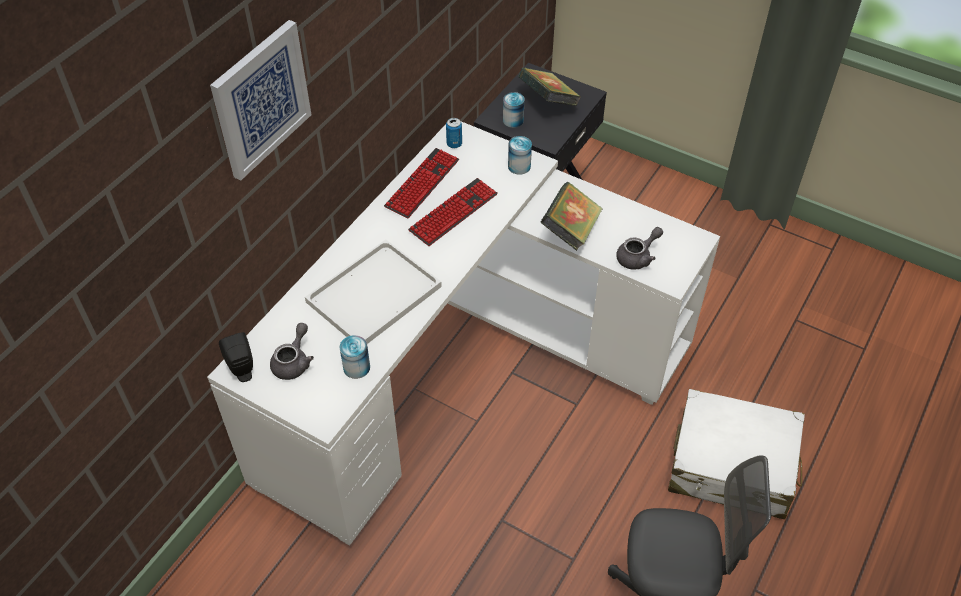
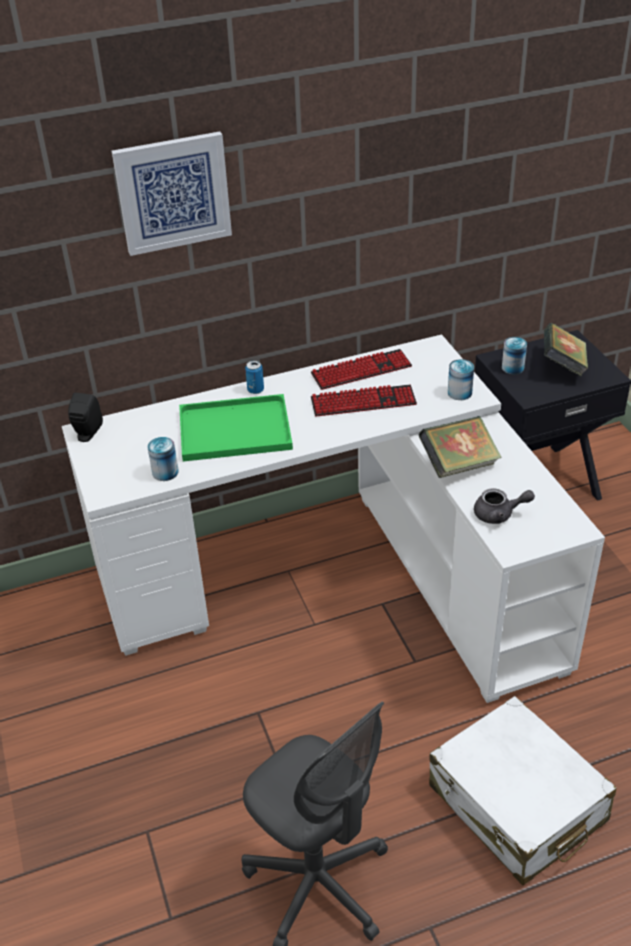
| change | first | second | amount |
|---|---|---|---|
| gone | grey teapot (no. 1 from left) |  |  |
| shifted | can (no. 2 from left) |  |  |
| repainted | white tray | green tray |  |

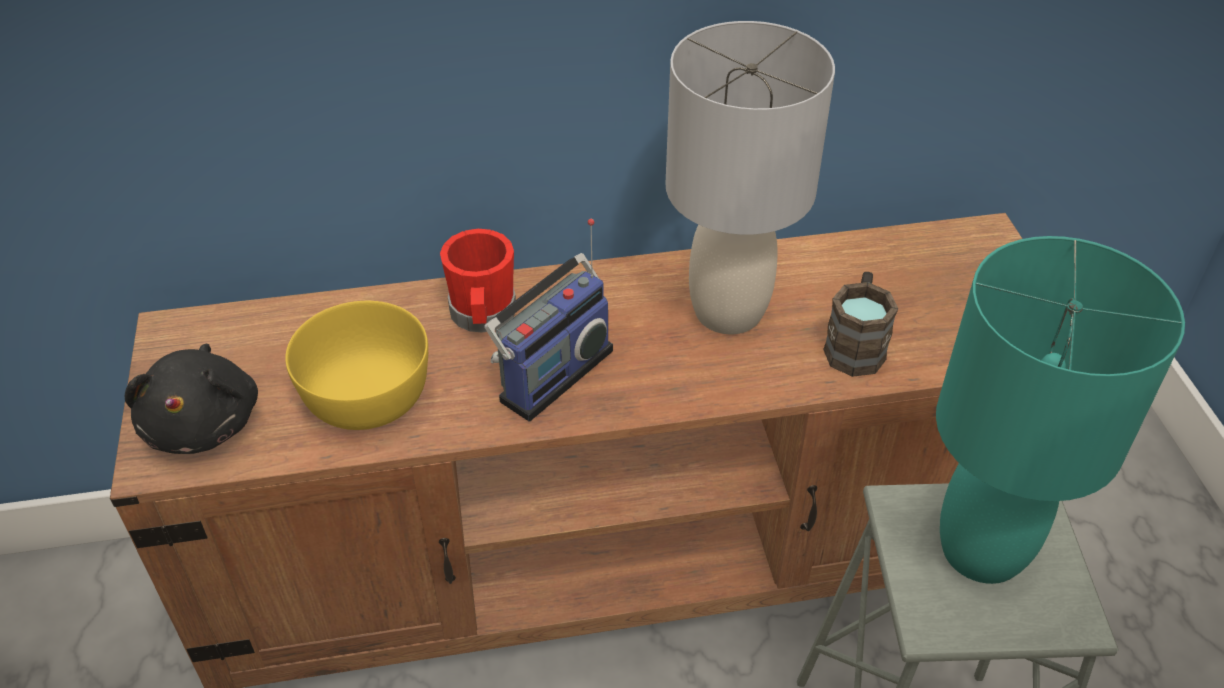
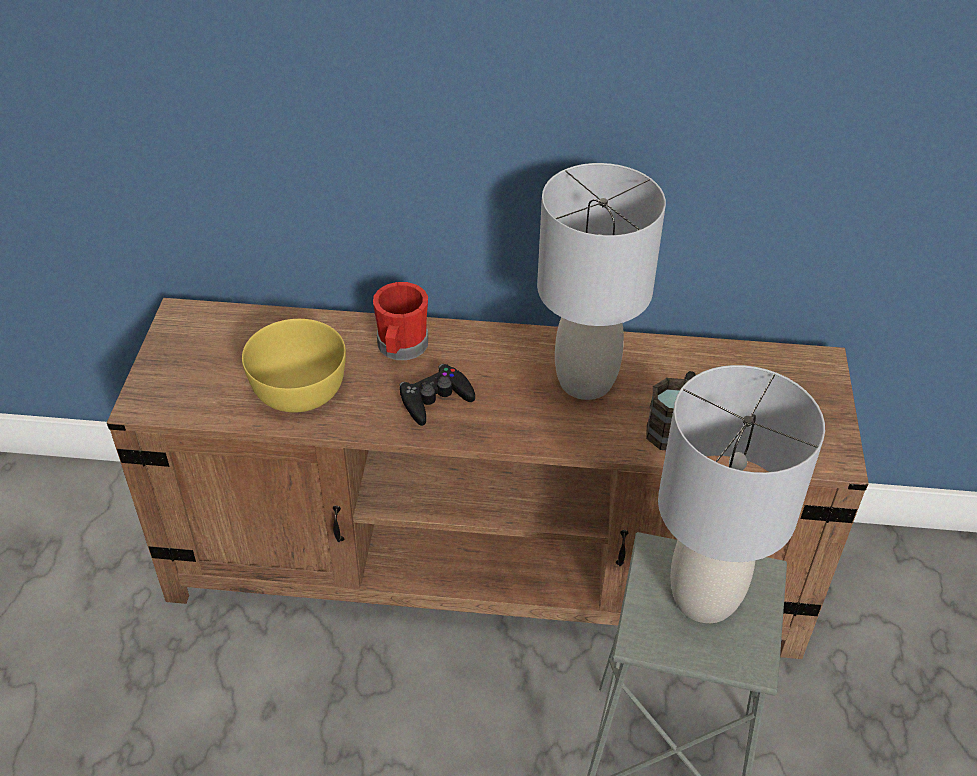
| change | first | second | amount |
|---|---|---|---|
| gone | black plush toy |  |  |
| swapped | radio | black game controller |  |
| repainted | turquoise table lamp | grey table lamp (no. 2 from left) |  |

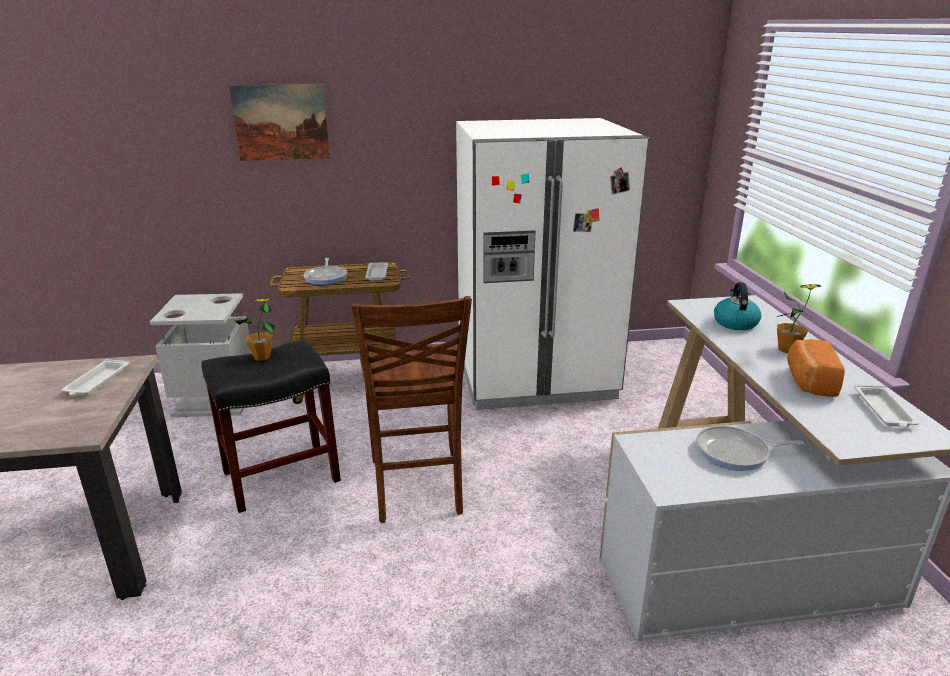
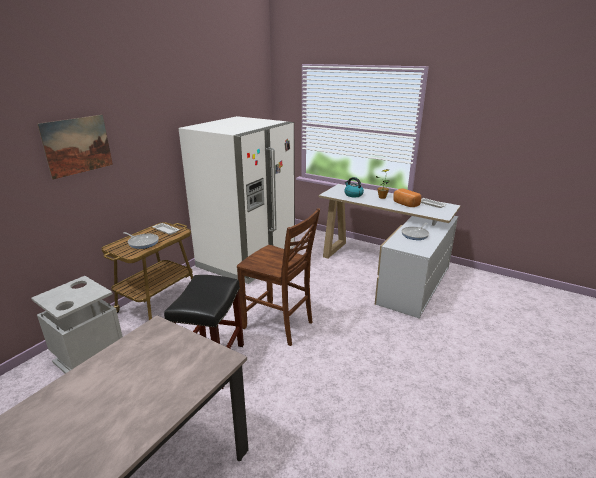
| change | first | second | amount |
|---|---|---|---|
| gone | white tray (no. 1 from left) |  |  |
| gone | potted plant (no. 1 from left) |  |  |

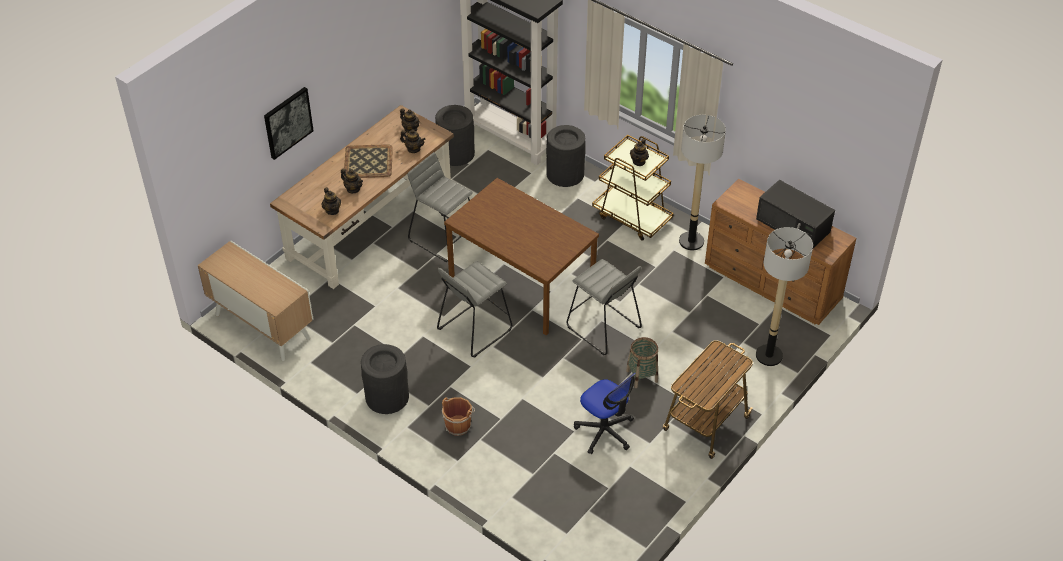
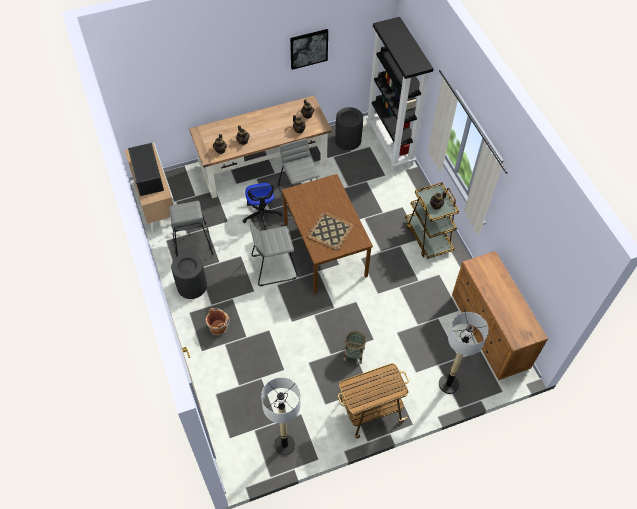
| change | first | second | amount |
|---|---|---|---|
| gone | black trash can (no. 3 from left) |  |  |
| shifted | picture |  |  |
| shifted | tray |  |  |
| shifted | grey stool (no. 3 from left in the first image) | grey stool (no. 1 from left) |  |
| shifted | office chair |  |  |
| shifted | floor lamp (no. 1 from left) |  |  |
| shifted | black microwave |  |  |

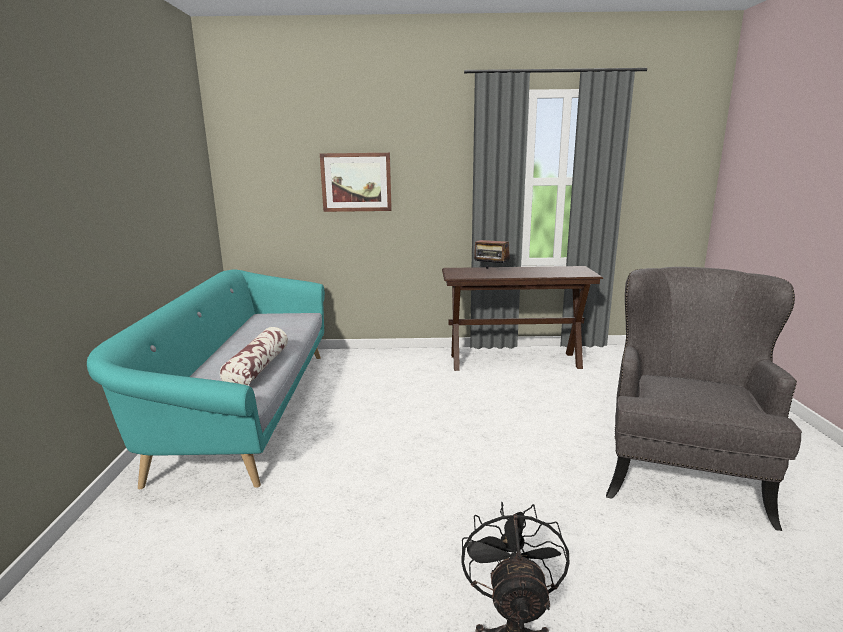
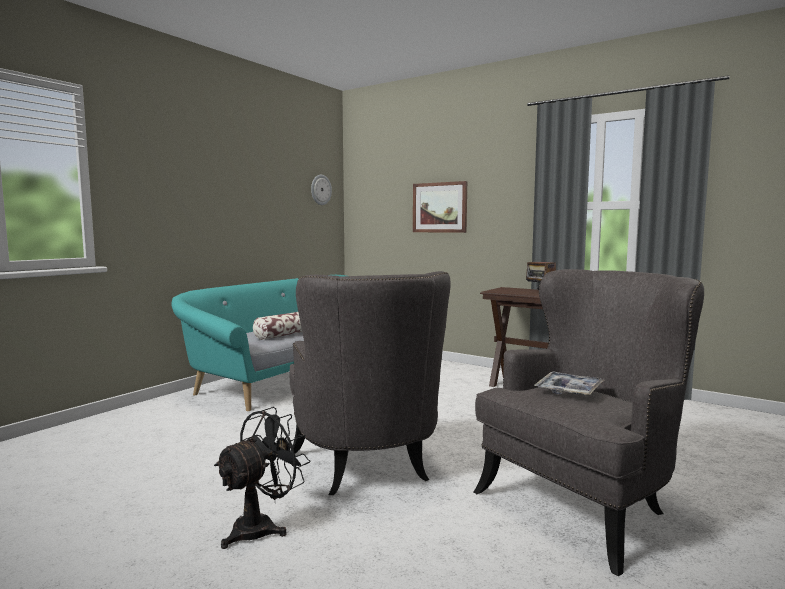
| change | first | second | amount |
|---|---|---|---|
| new |  | grey armchair (no. 1 from left) |  |
| new |  | wall clock |  |
| new |  | tray |  |

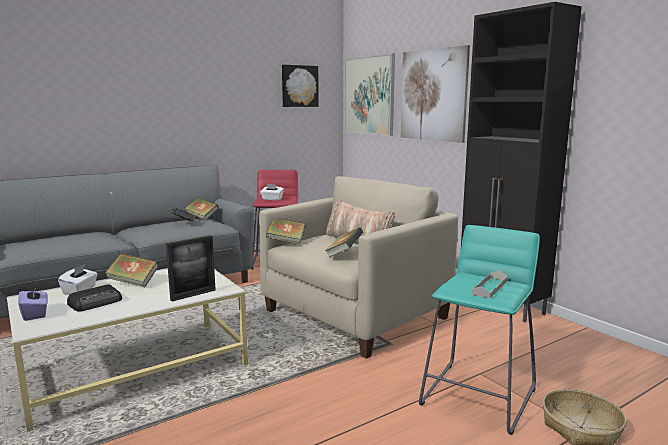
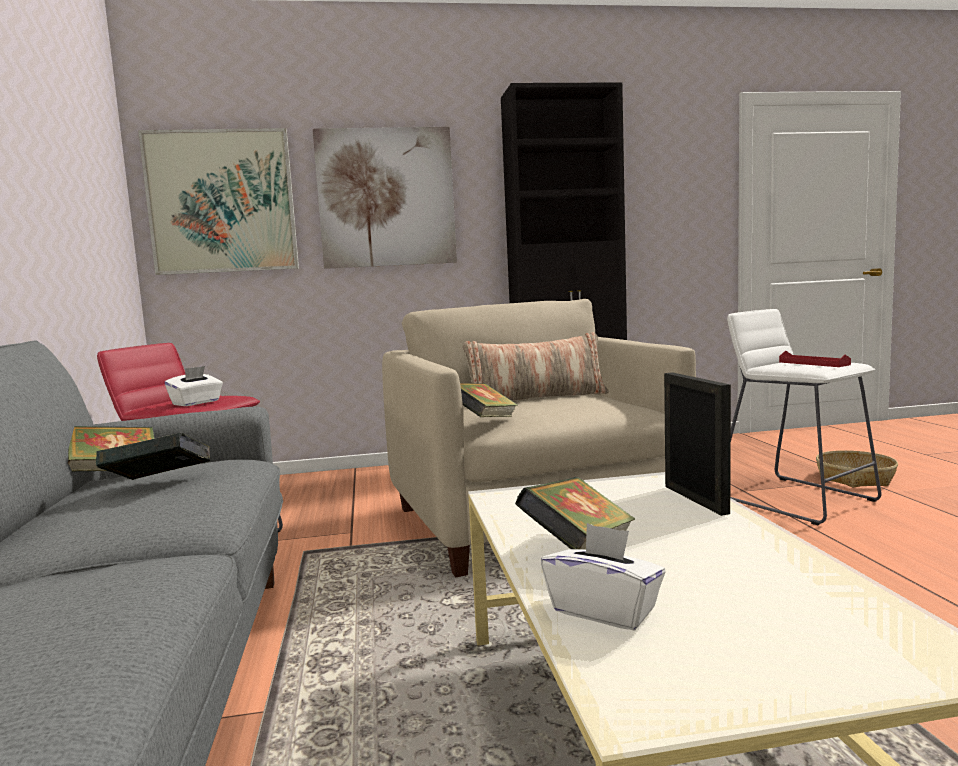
| change | first | second | amount |
|---|---|---|---|
| gone | purple tissue box |  |  |
| gone | radio |  |  |
| gone | picture (no. 1 from left) |  |  |
| gone | book (no. 5 from left) |  |  |
| repainted | turquoise stool | white stool |  |
| repainted | grey tray | red tray |  |

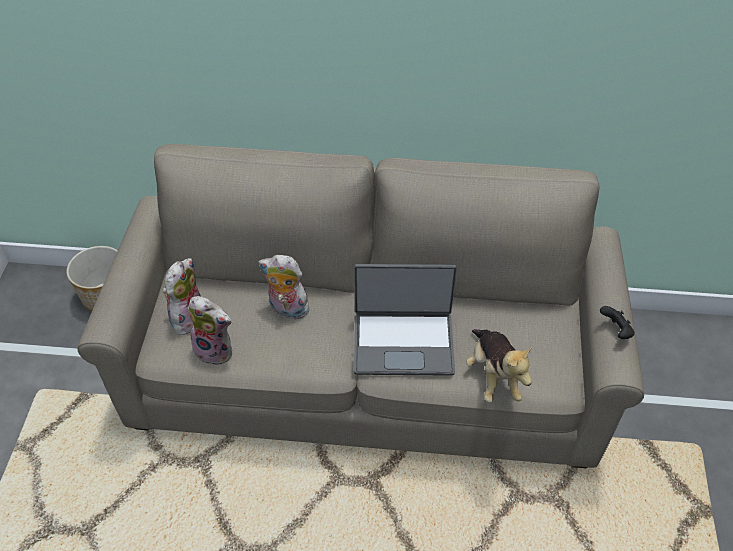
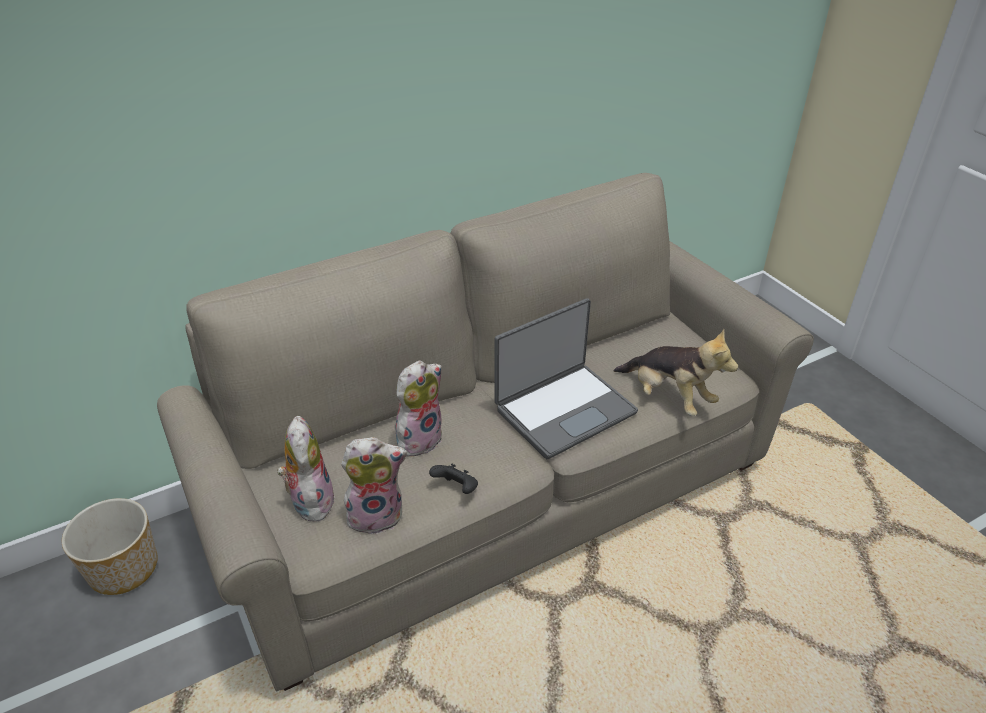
| change | first | second | amount |
|---|---|---|---|
| shifted | black game controller |  |  |
| rotated | plush toy (no. 3 from left) |  | 150 degrees clockwise |

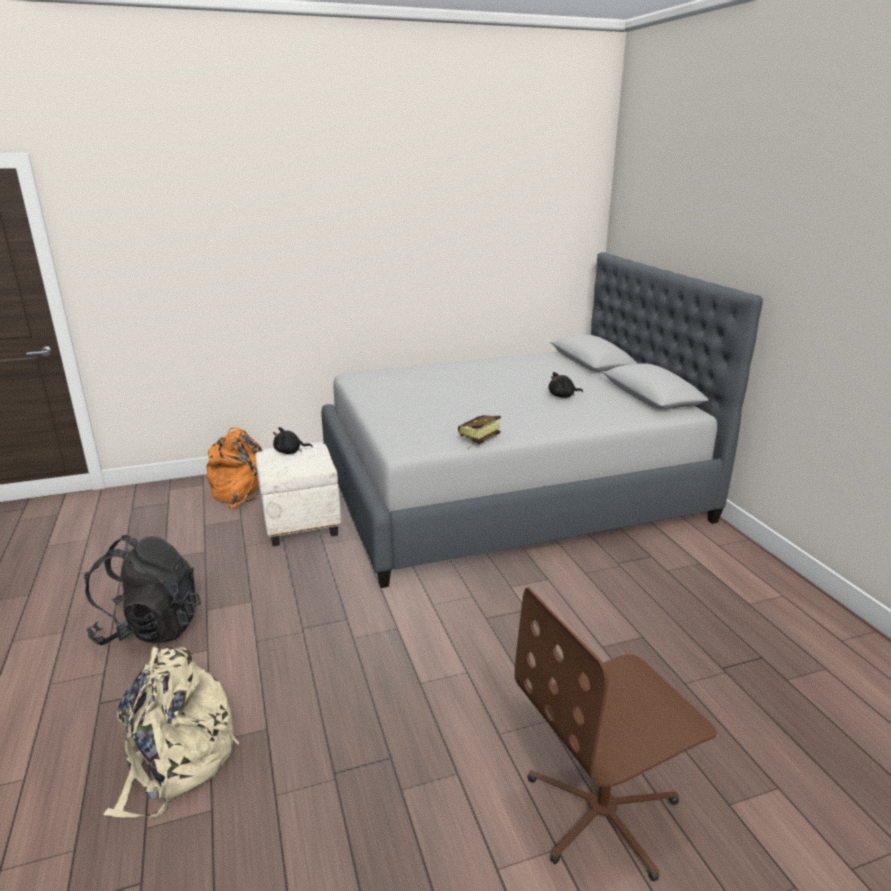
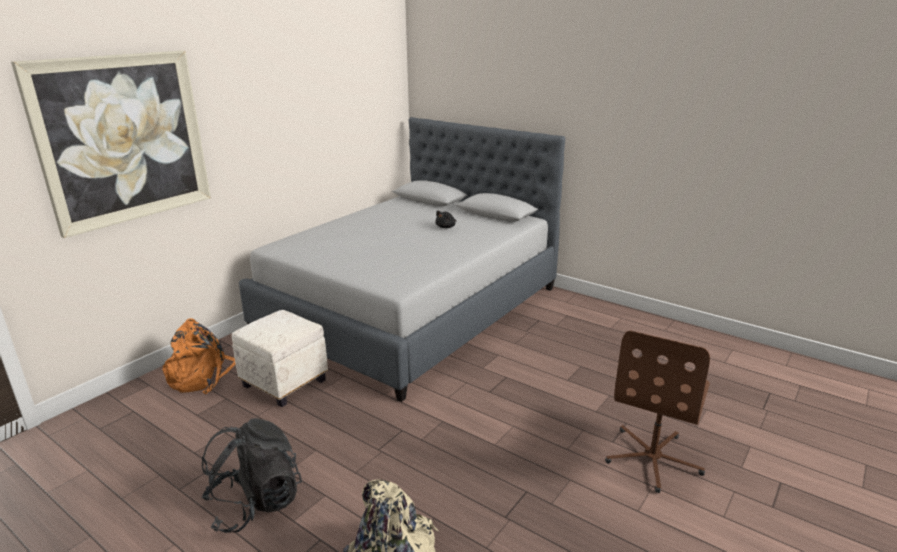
| change | first | second | amount |
|---|---|---|---|
| gone | black plush toy (no. 1 from left) |  |  |
| gone | book |  |  |
| new |  | picture |  |

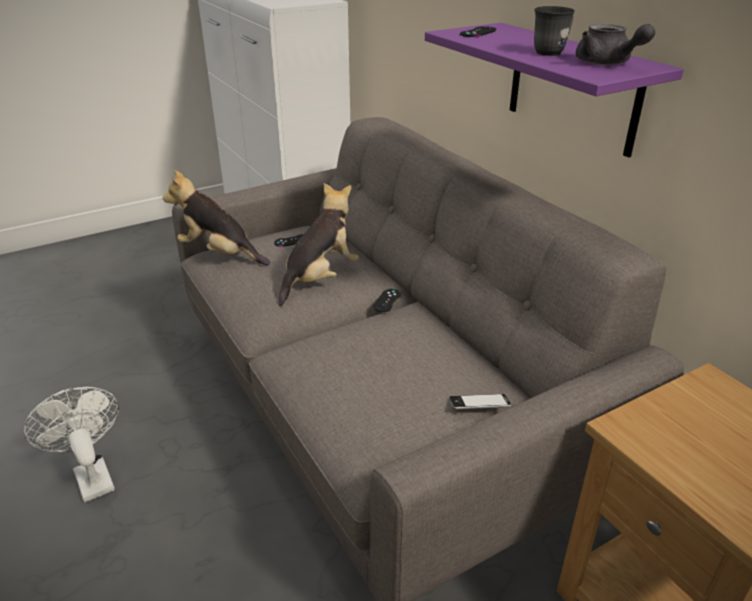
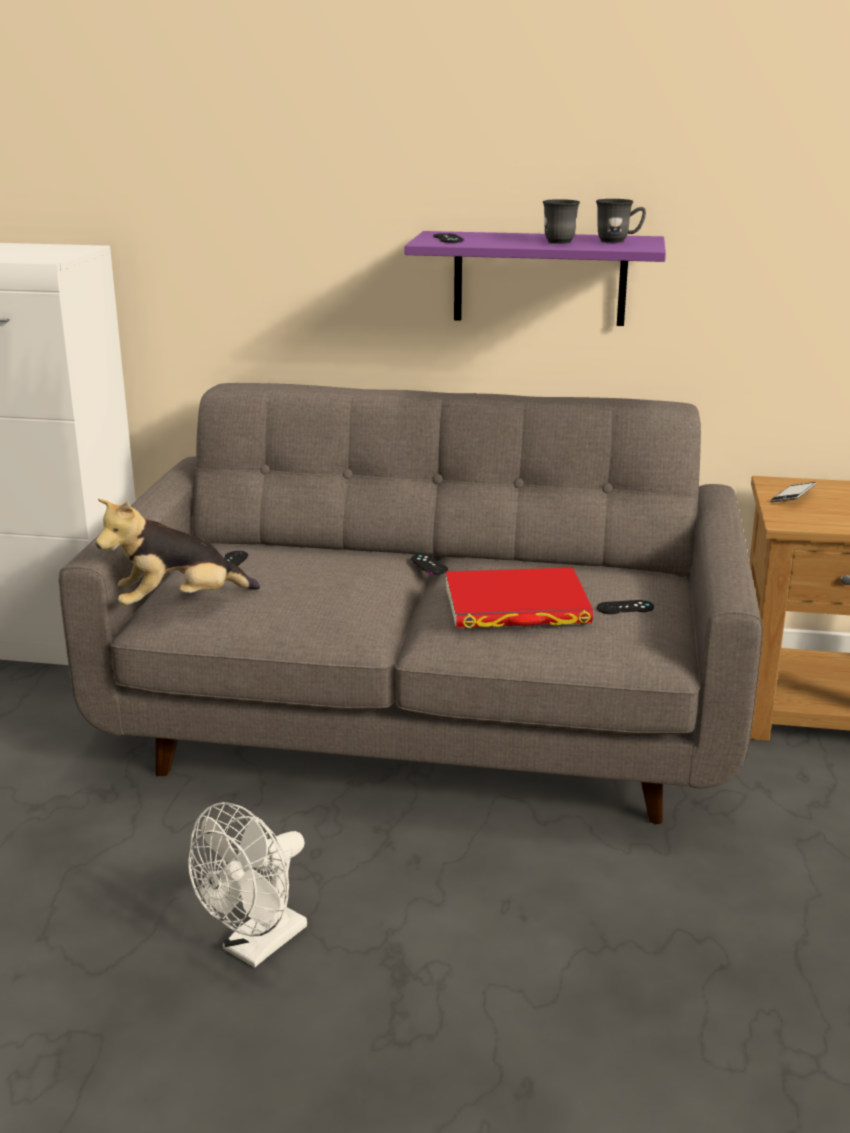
| change | first | second | amount |
|---|---|---|---|
| gone | plush toy (no. 2 from left) |  |  |
| new |  | red book |  |
| new |  | black game controller (no. 4 from left) |  |
| shifted | phone |  |  |
| swapped | grey teapot | grey mug (no. 2 from left) |  |
| rotated | white fan |  | 60 degrees counterclockwise |

